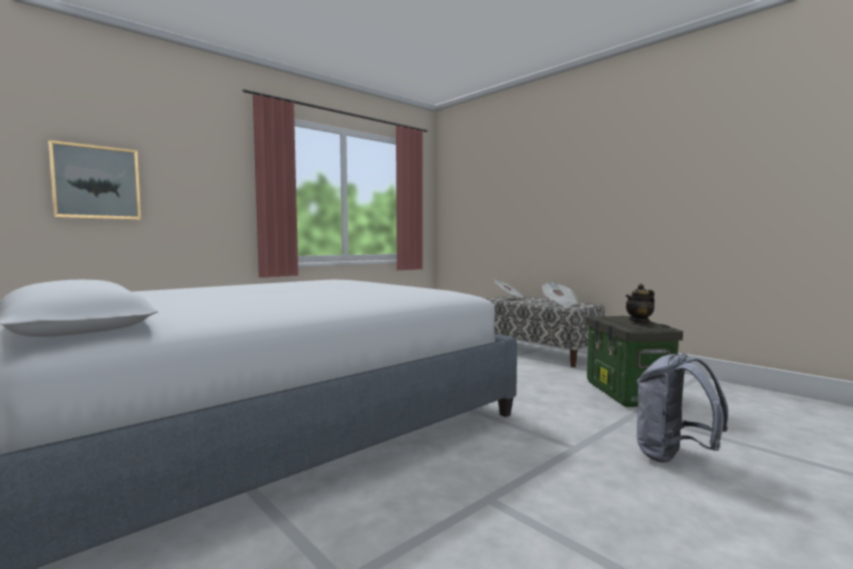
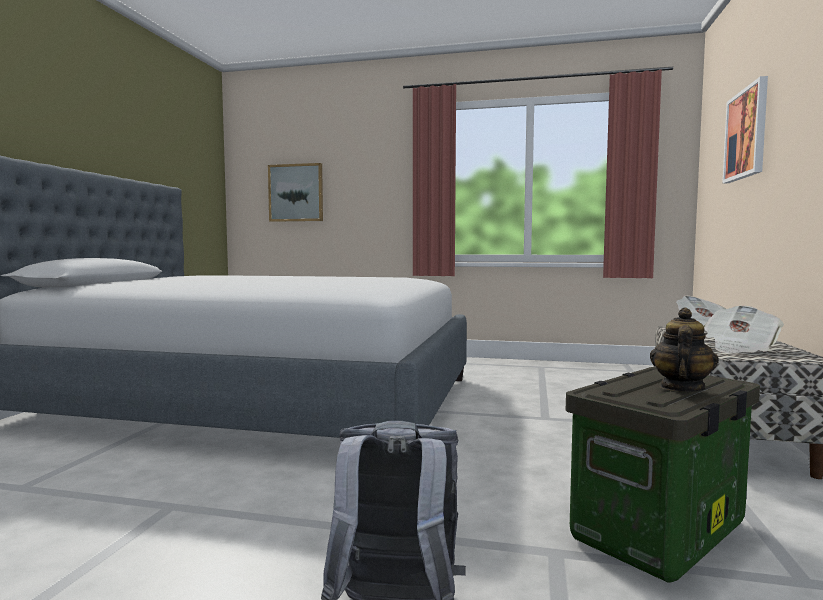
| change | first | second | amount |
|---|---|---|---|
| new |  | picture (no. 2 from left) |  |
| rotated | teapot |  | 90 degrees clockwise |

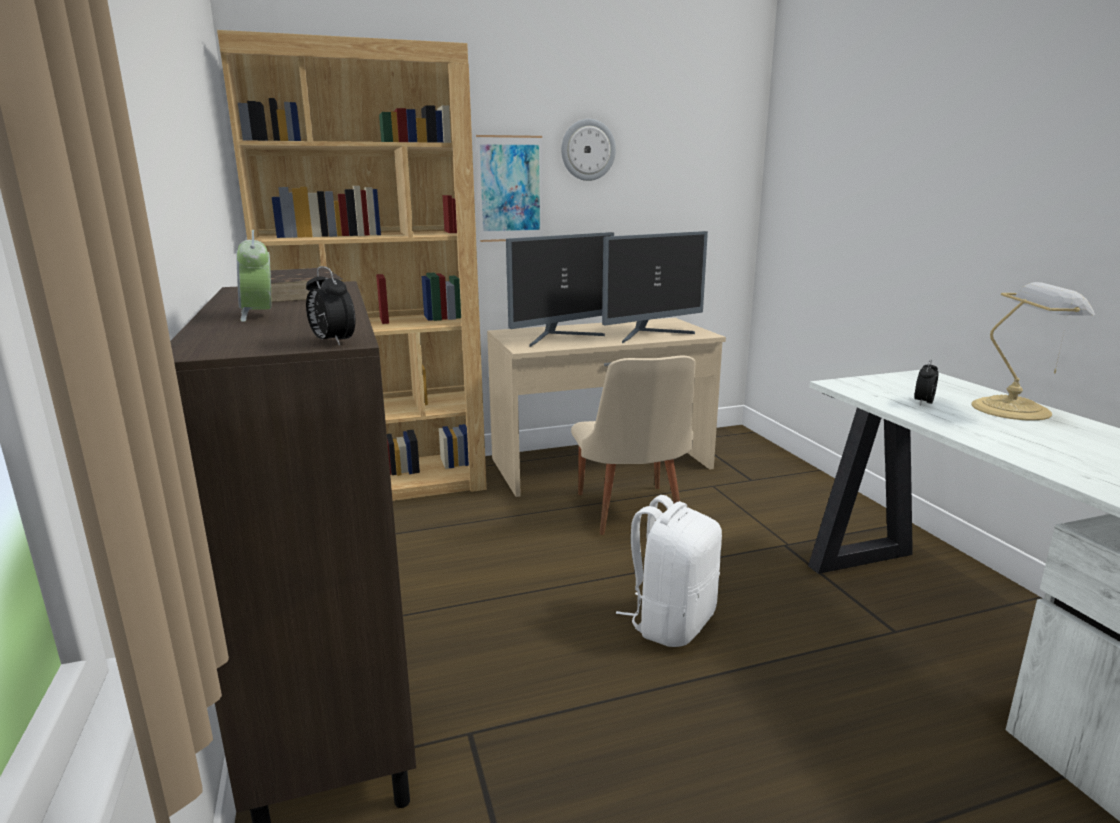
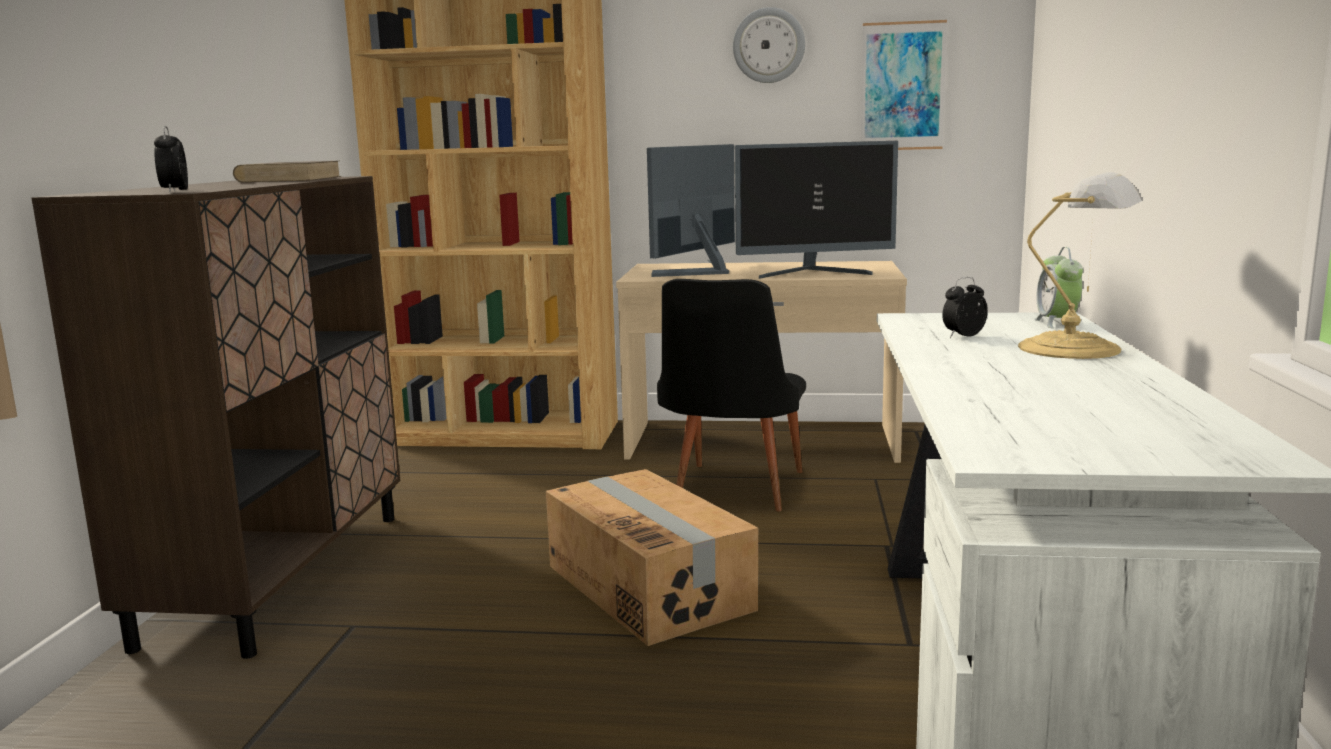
| change | first | second | amount |
|---|---|---|---|
| shifted | alarm clock (no. 1 from left in the first image) | alarm clock (no. 3 from left) |  |
| shifted | picture |  |  |
| swapped | white backpack | cardboard box |  |
| repainted | beige chair | black chair |  |
| rotated | monitor (no. 1 from left) |  | 135 degrees clockwise |

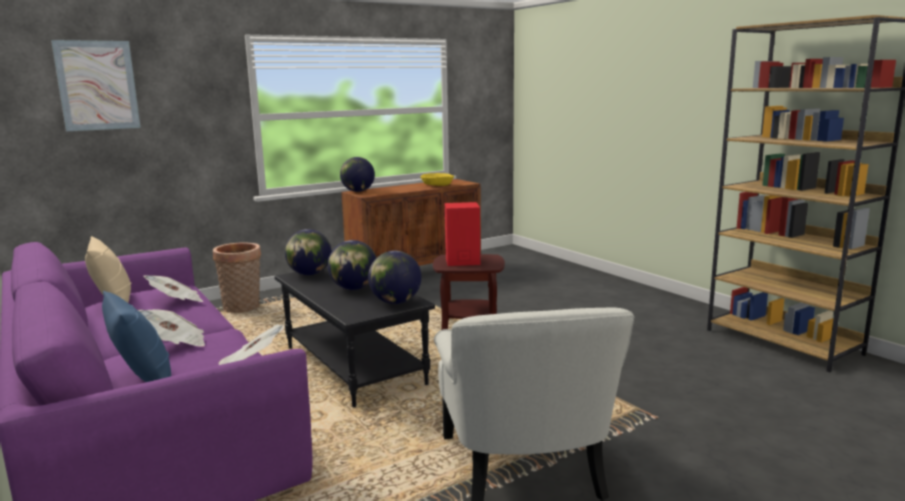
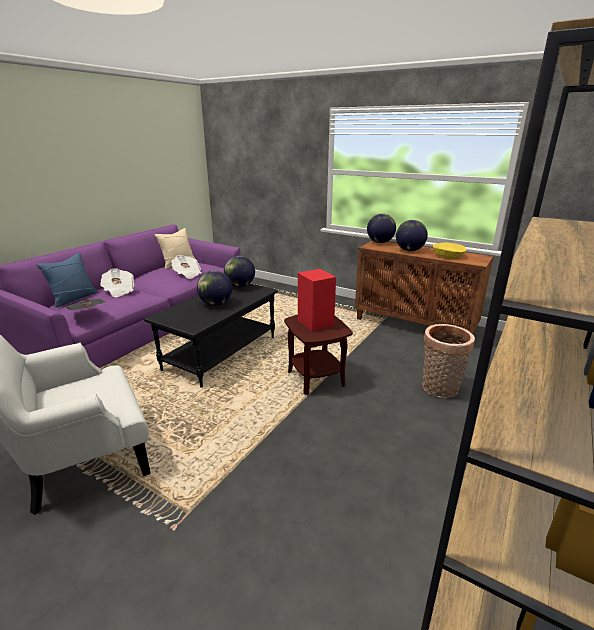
| change | first | second | amount |
|---|---|---|---|
| gone | picture |  |  |
| shifted | basket |  |  |
| shifted | globe (no. 4 from left) |  |  |

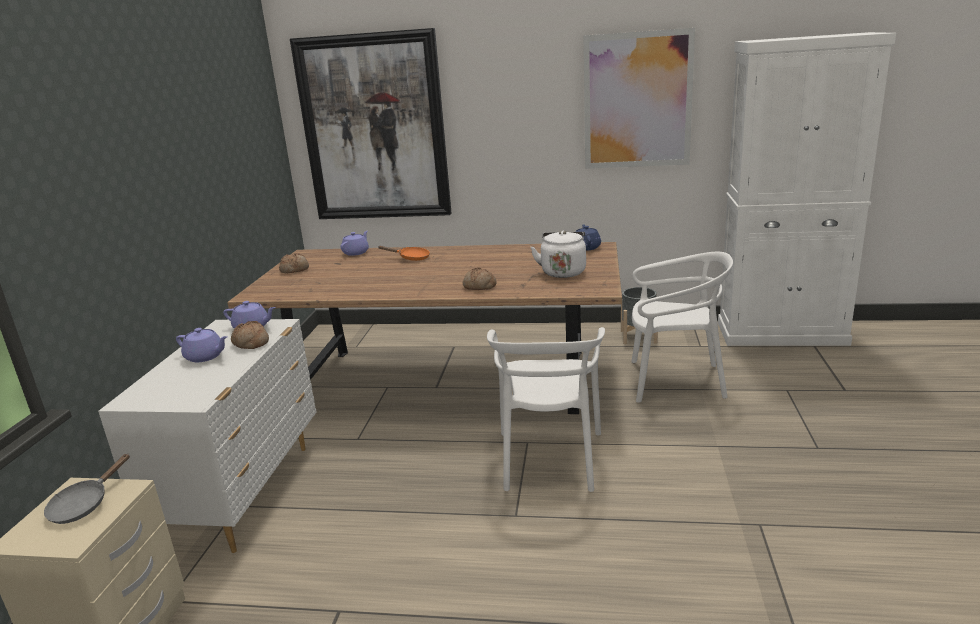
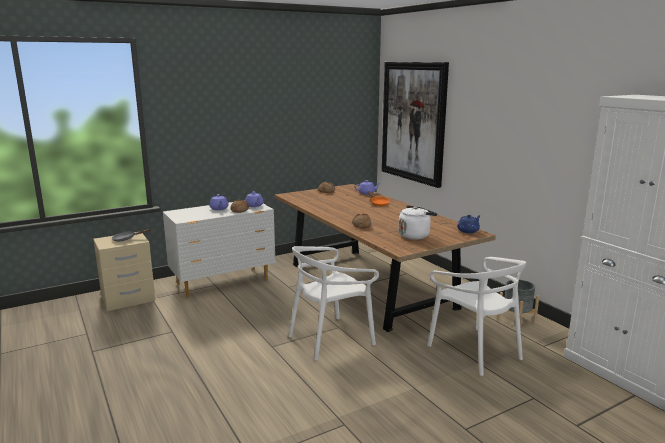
| change | first | second | amount |
|---|---|---|---|
| gone | picture (no. 2 from left) |  |  |

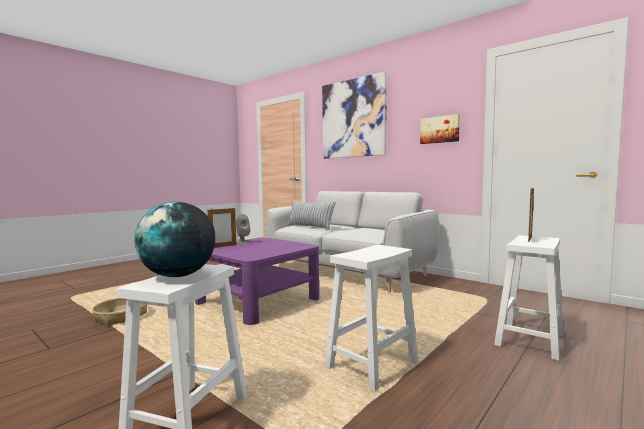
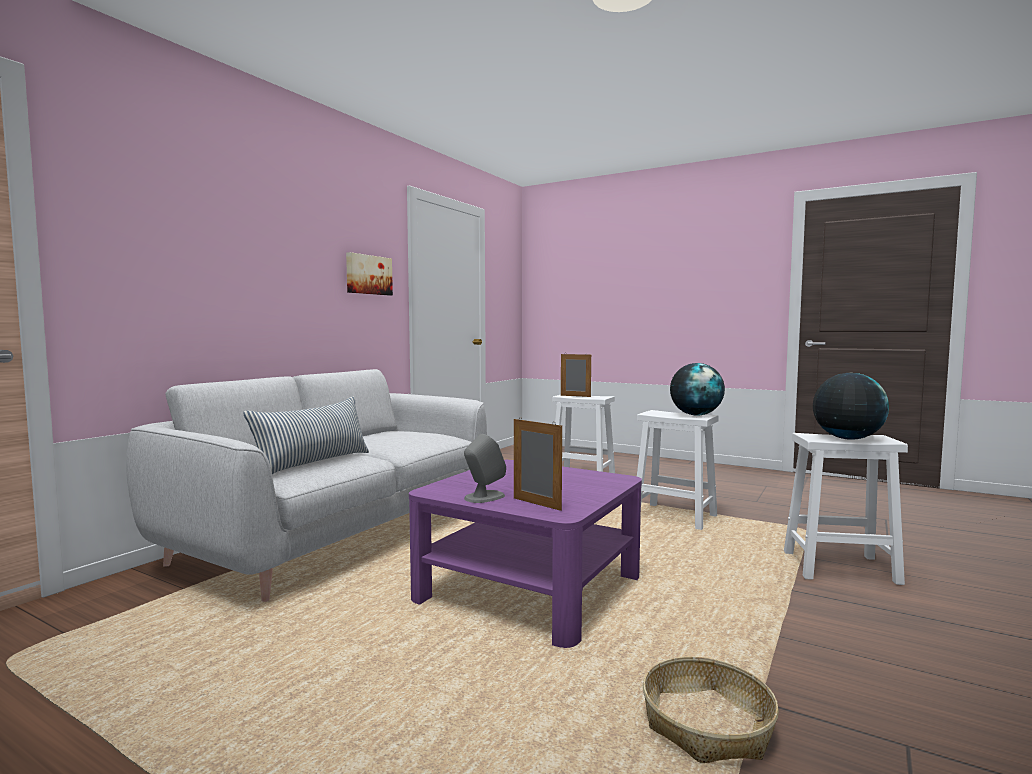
| change | first | second | amount |
|---|---|---|---|
| gone | picture (no. 1 from left) |  |  |
| new |  | globe (no. 1 from left) |  |

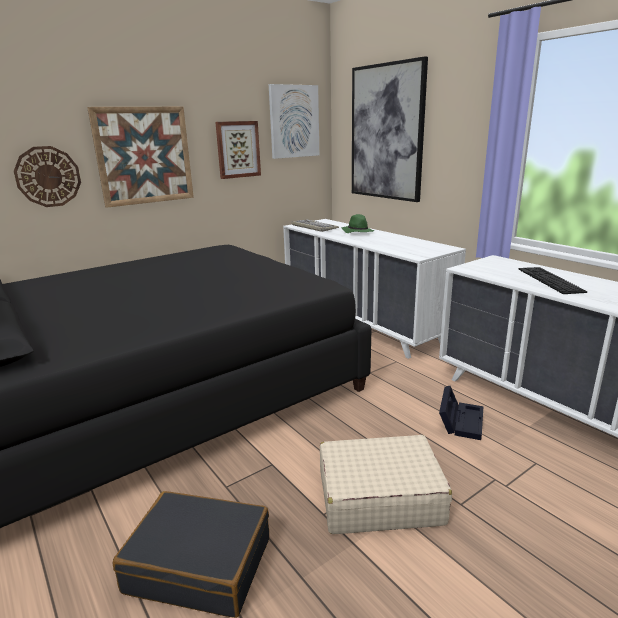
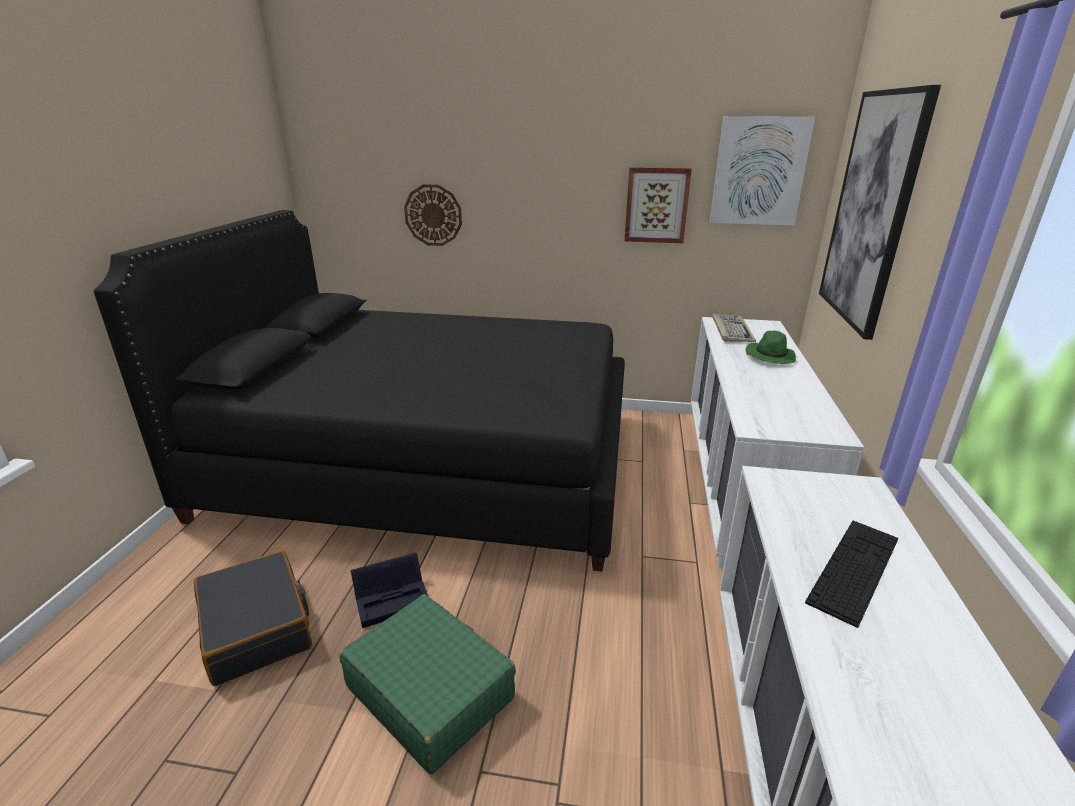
| change | first | second | amount |
|---|---|---|---|
| gone | picture (no. 1 from left) |  |  |
| shifted | black storage box |  |  |
| repainted | beige suitcase | green suitcase |  |

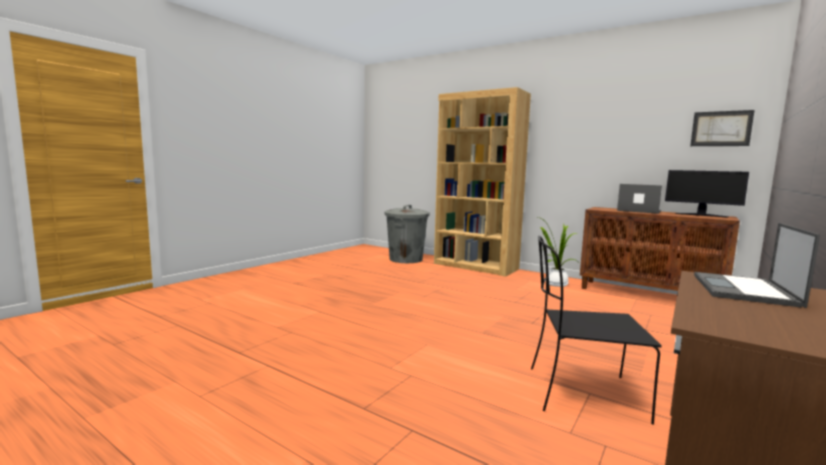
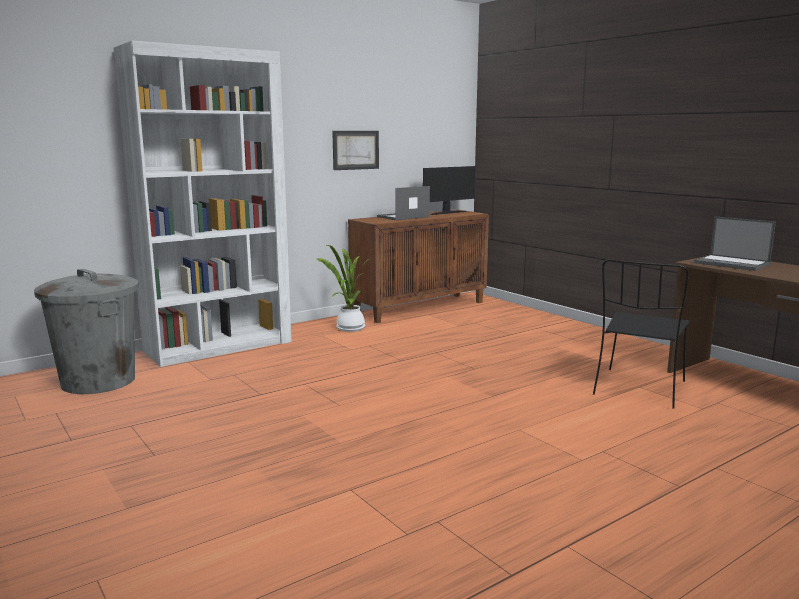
| change | first | second | amount |
|---|---|---|---|
| shifted | picture |  |  |
| repainted | brown bookcase | white bookcase |  |

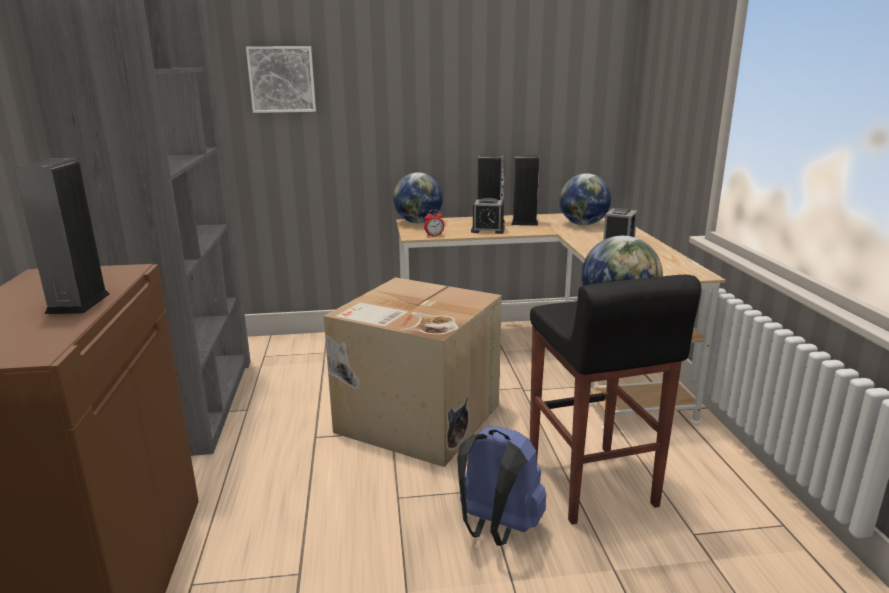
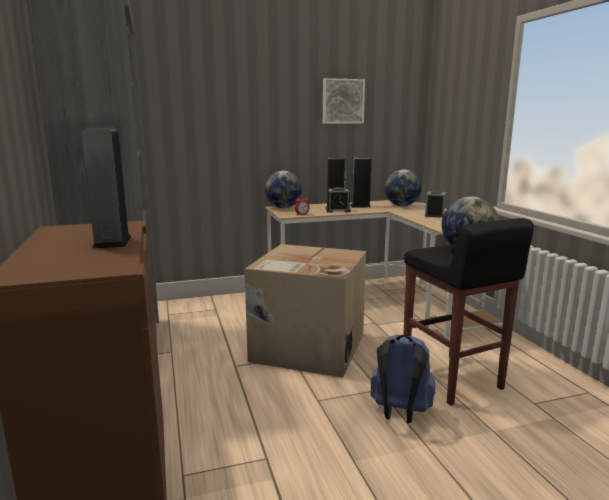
| change | first | second | amount |
|---|---|---|---|
| shifted | picture |  |  |

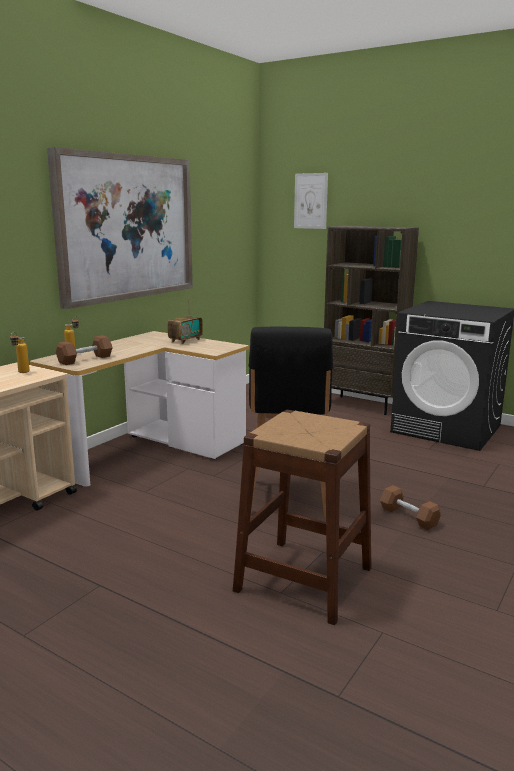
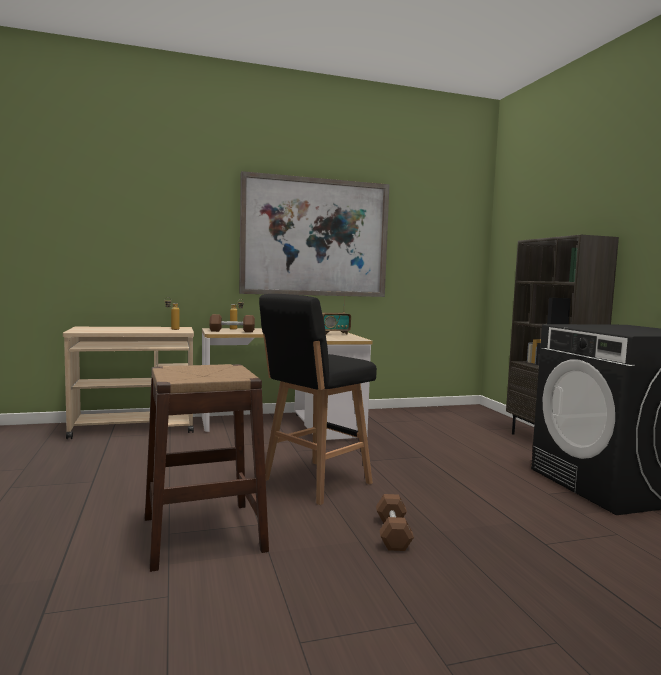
| change | first | second | amount |
|---|---|---|---|
| gone | picture (no. 2 from left) |  |  |

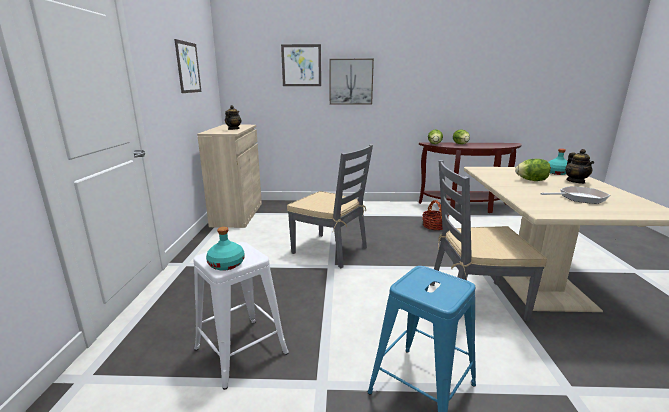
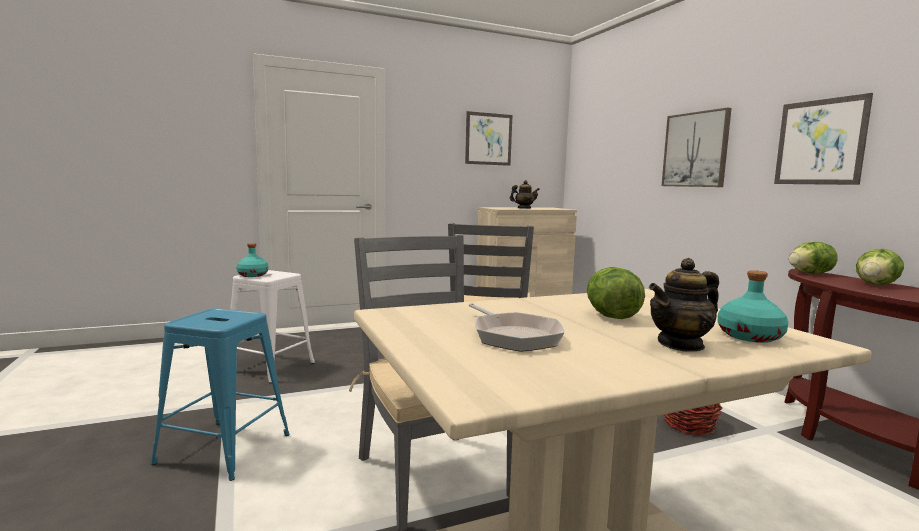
| change | first | second | amount |
|---|---|---|---|
| shifted | picture (no. 2 from left in the first image) | picture (no. 3 from left) |  |

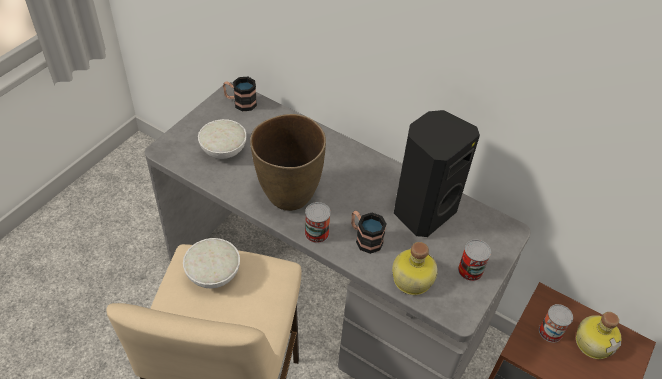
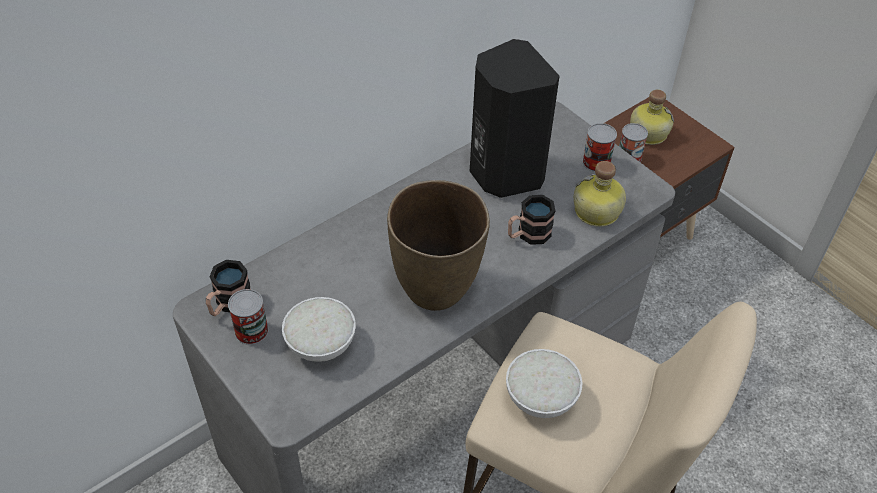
| change | first | second | amount |
|---|---|---|---|
| shifted | can (no. 1 from left) |  |  |

